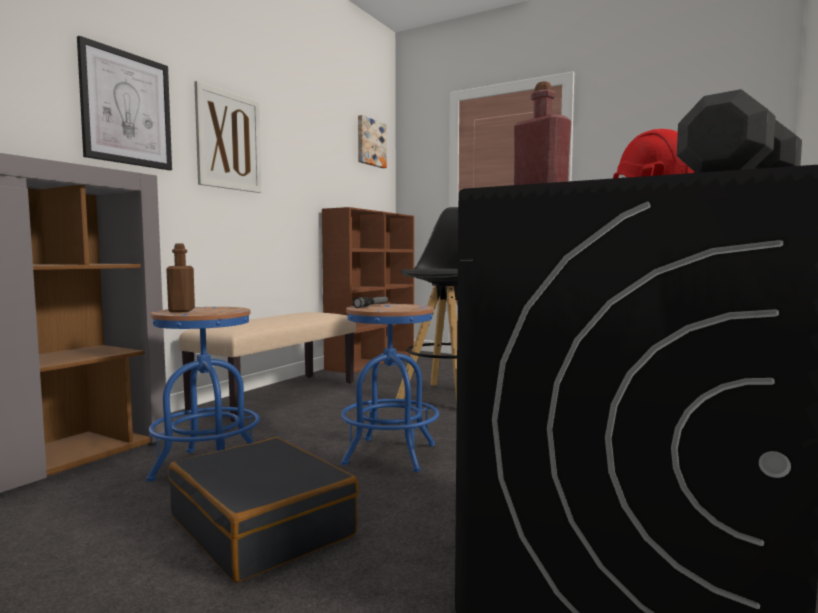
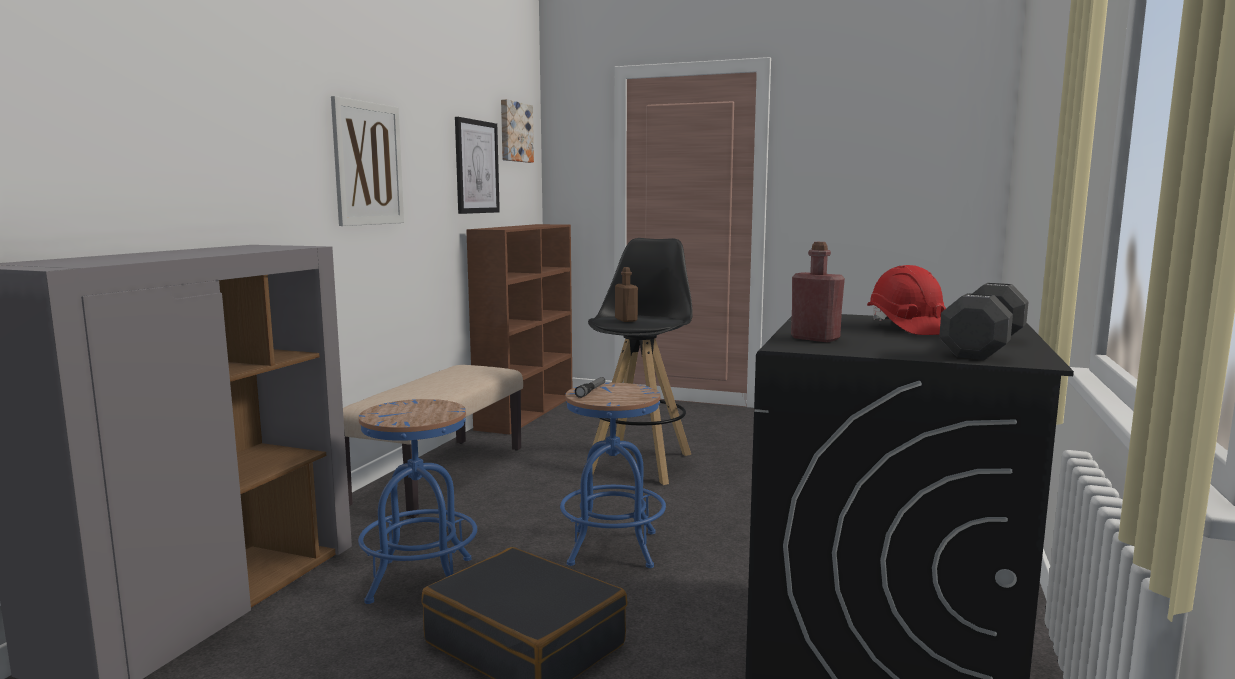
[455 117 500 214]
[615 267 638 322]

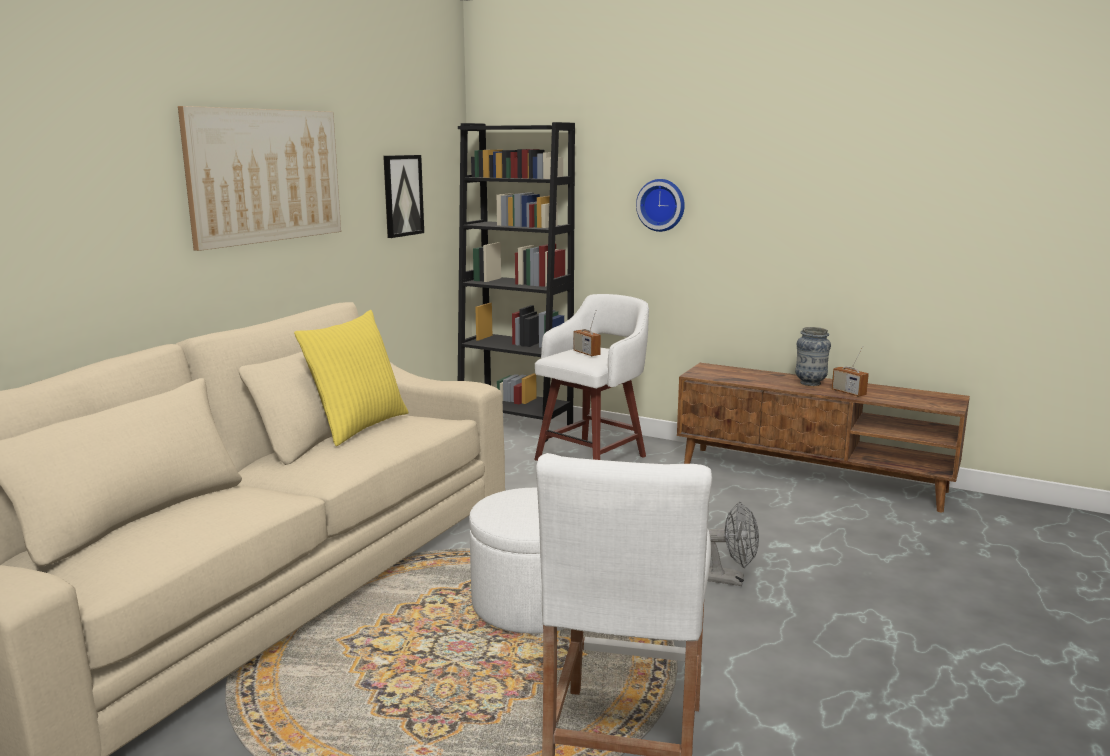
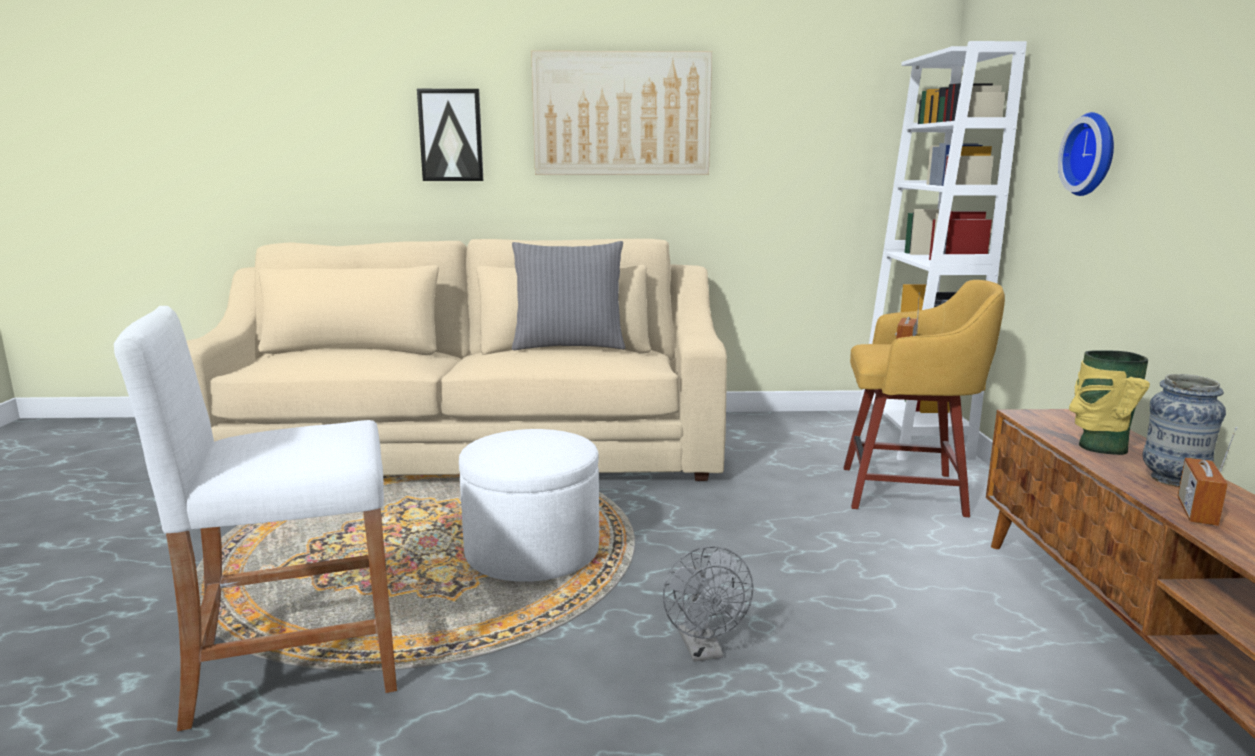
[417 89 483 181]
[512 241 625 350]
[844 280 1005 517]
[858 41 1027 460]
[1069 350 1150 455]

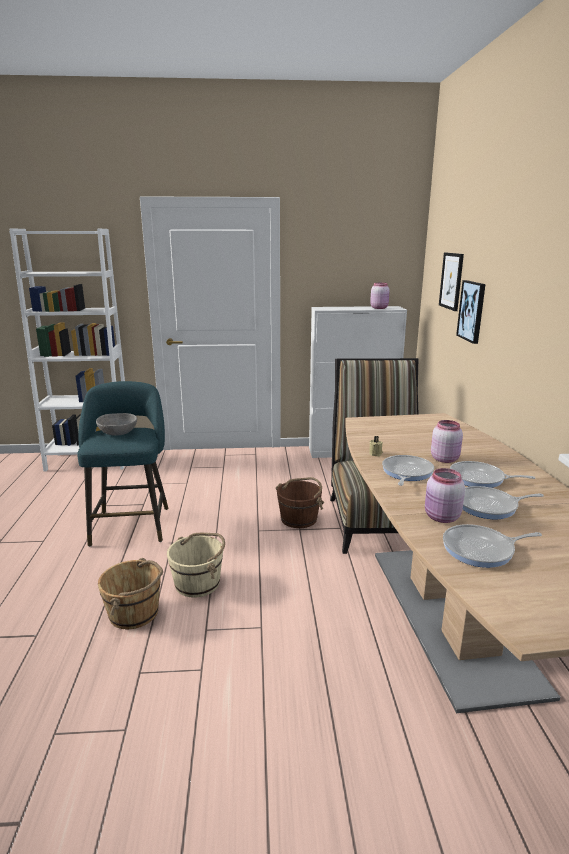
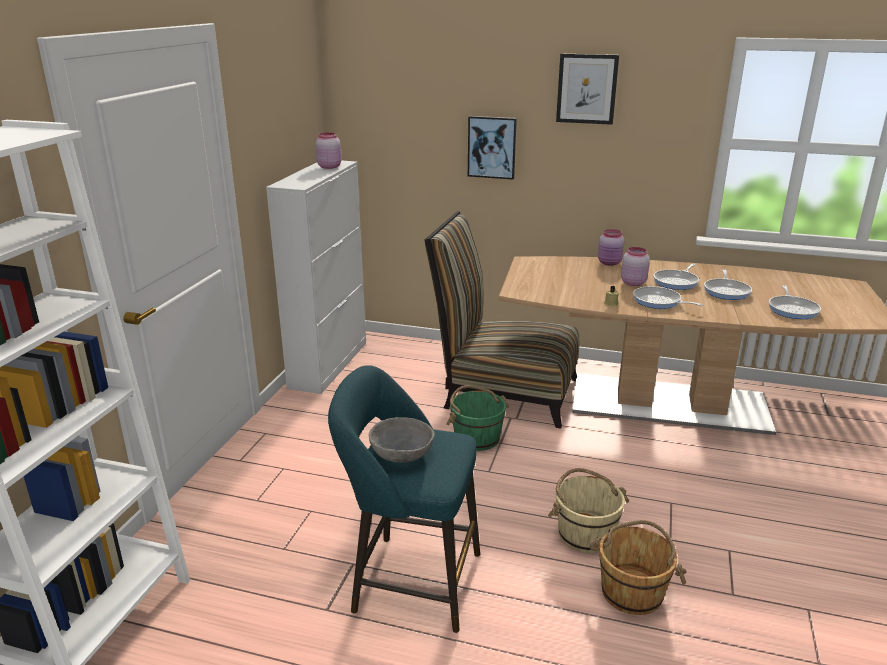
[446 385 509 451]
[556 54 619 125]
[598 229 624 266]

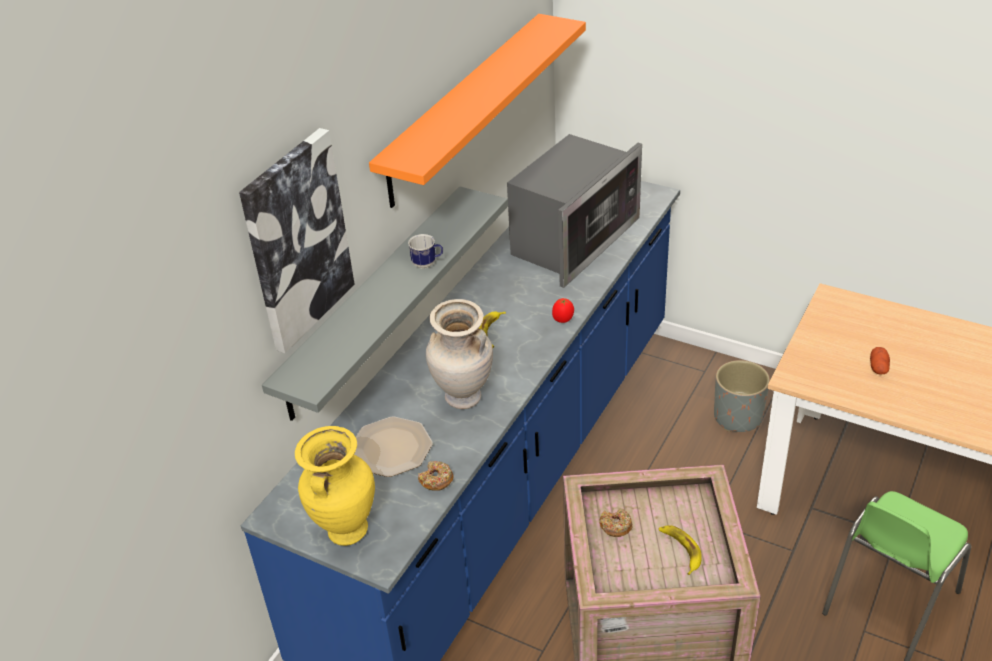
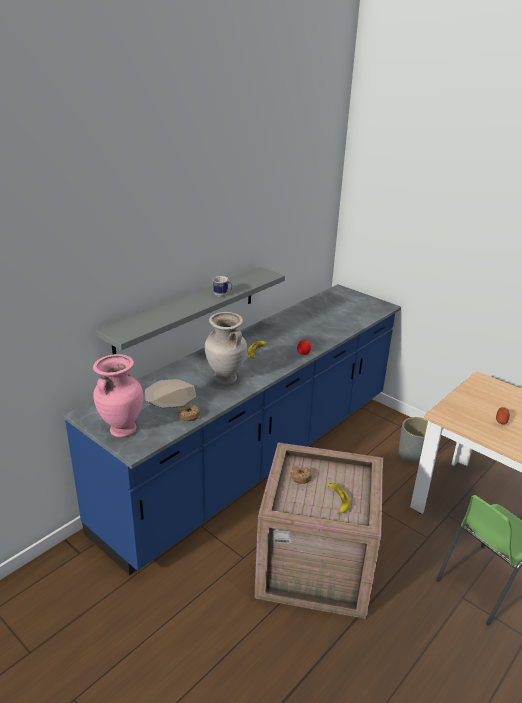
[93 354 143 437]
[239 128 355 353] (first image)
[369 14 586 208] (first image)
[507 134 642 288] (first image)

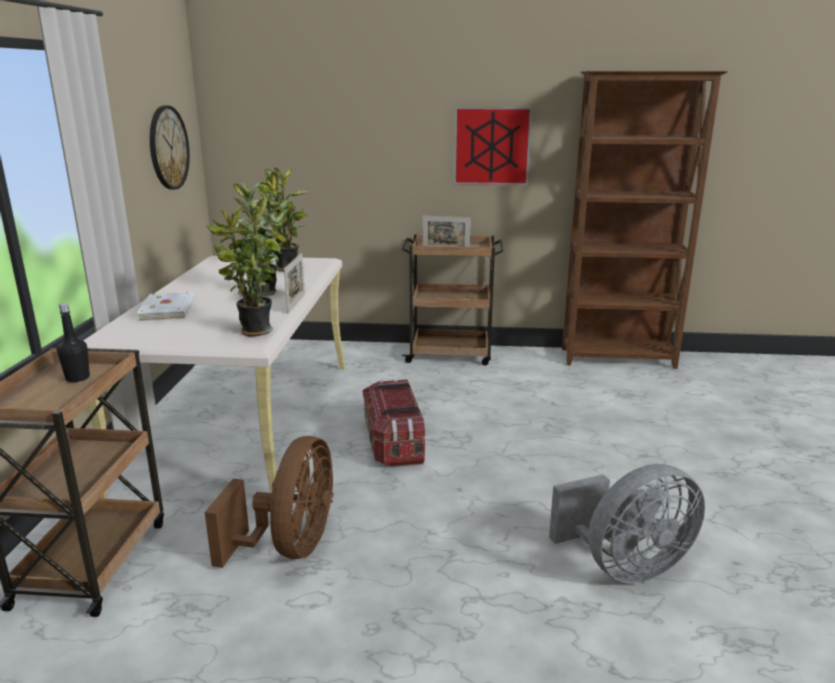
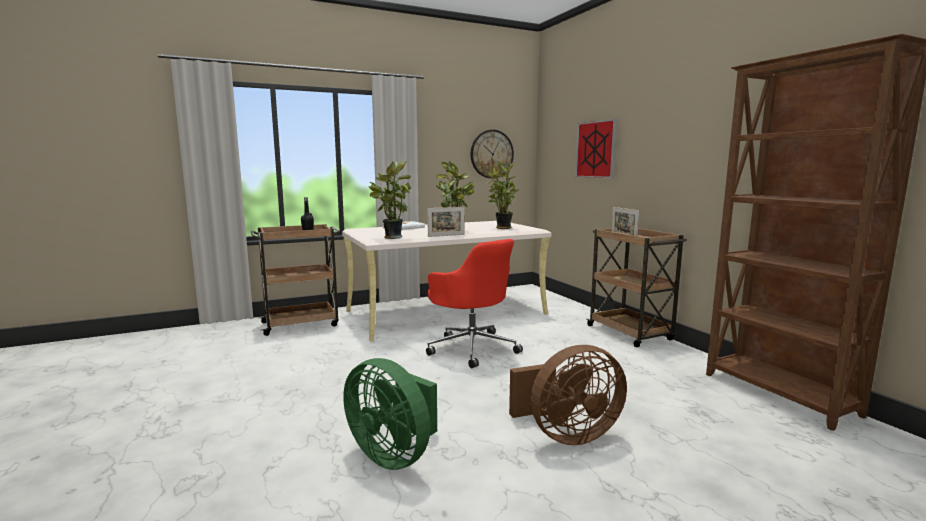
[343 358 437 470]
[426 239 523 368]
[509 345 627 445]
[575 119 617 178]

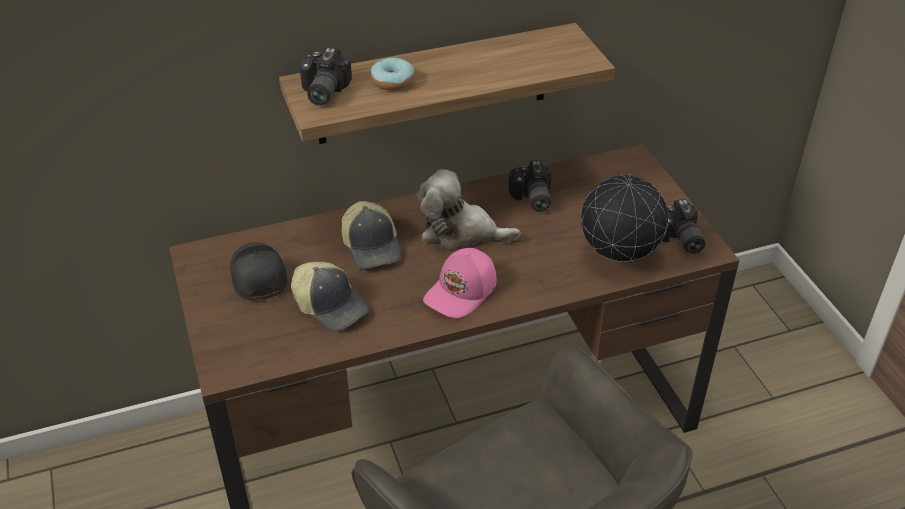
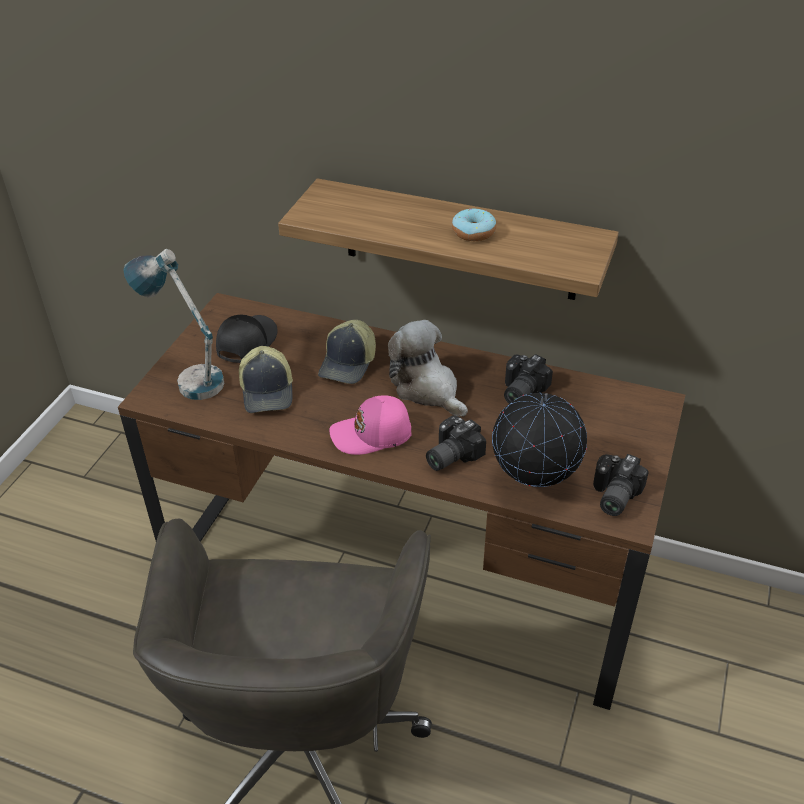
[123 249 224 400]
[426 415 486 471]
[452 208 496 241]

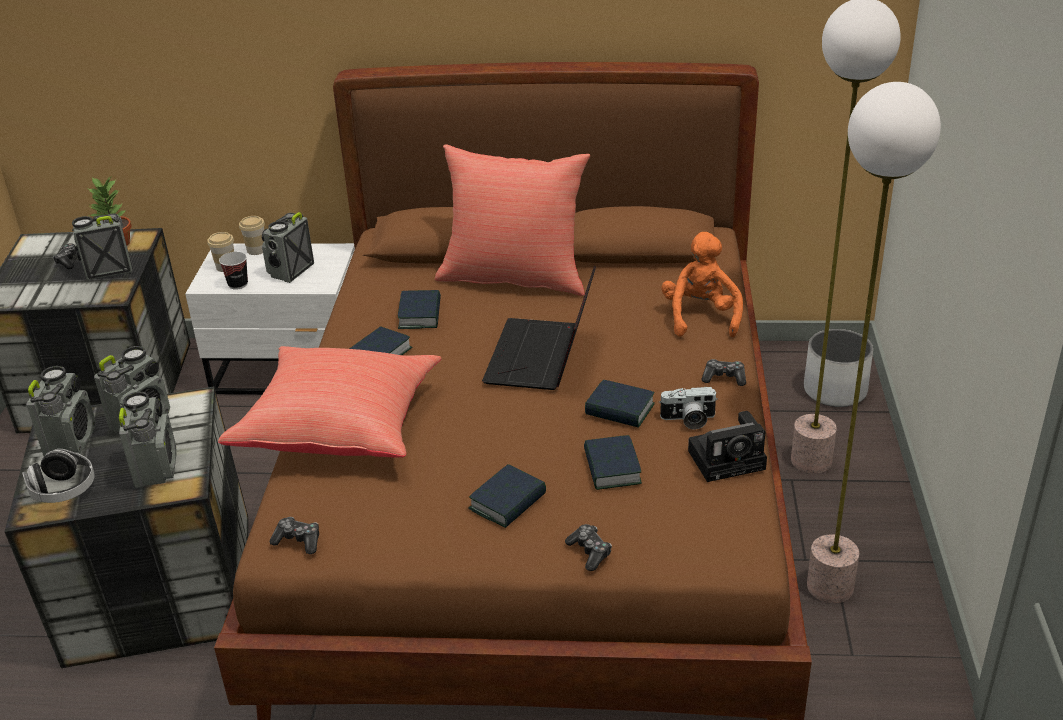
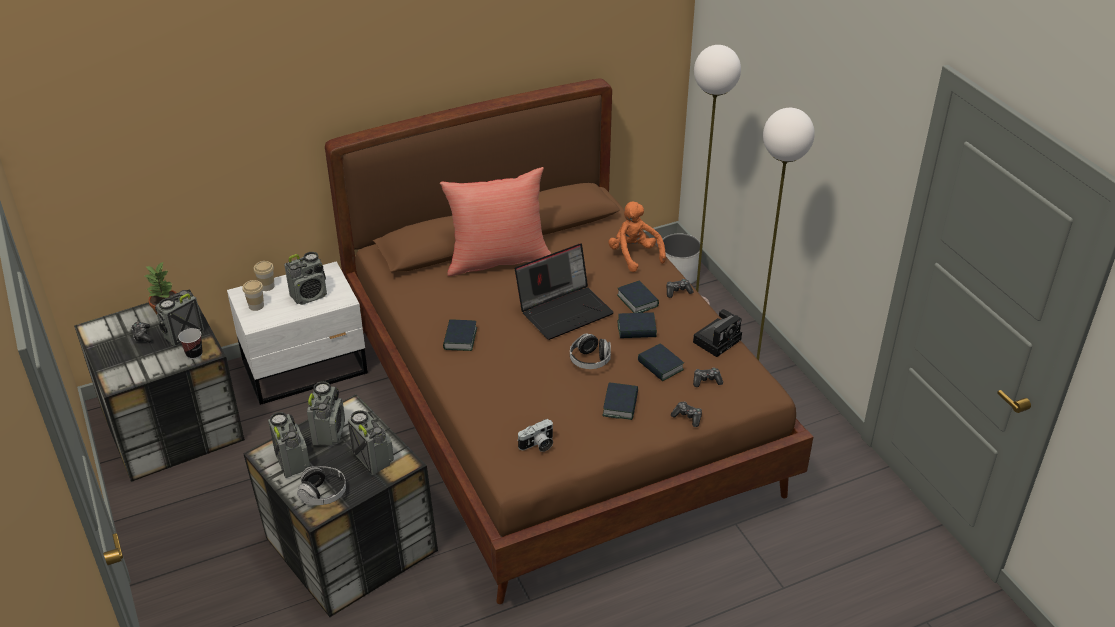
[178 328 203 359]
[284 252 327 305]
[515 243 614 340]
[517 419 553 452]
[570 333 611 369]
[617 280 659 313]
[693 367 723 387]
[218 346 441 458] (first image)

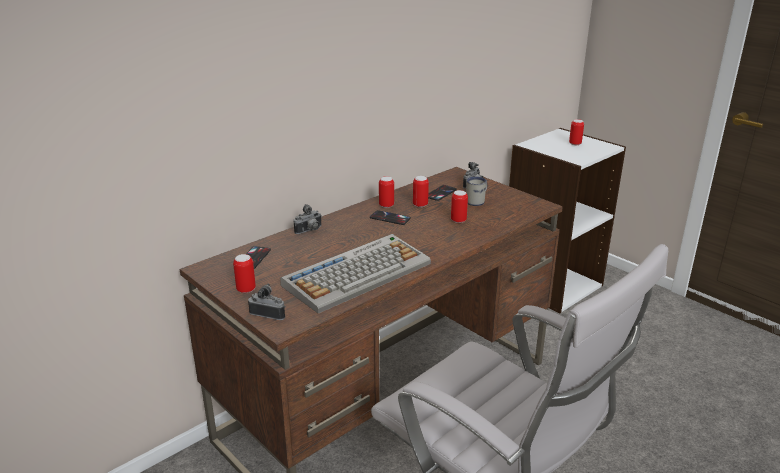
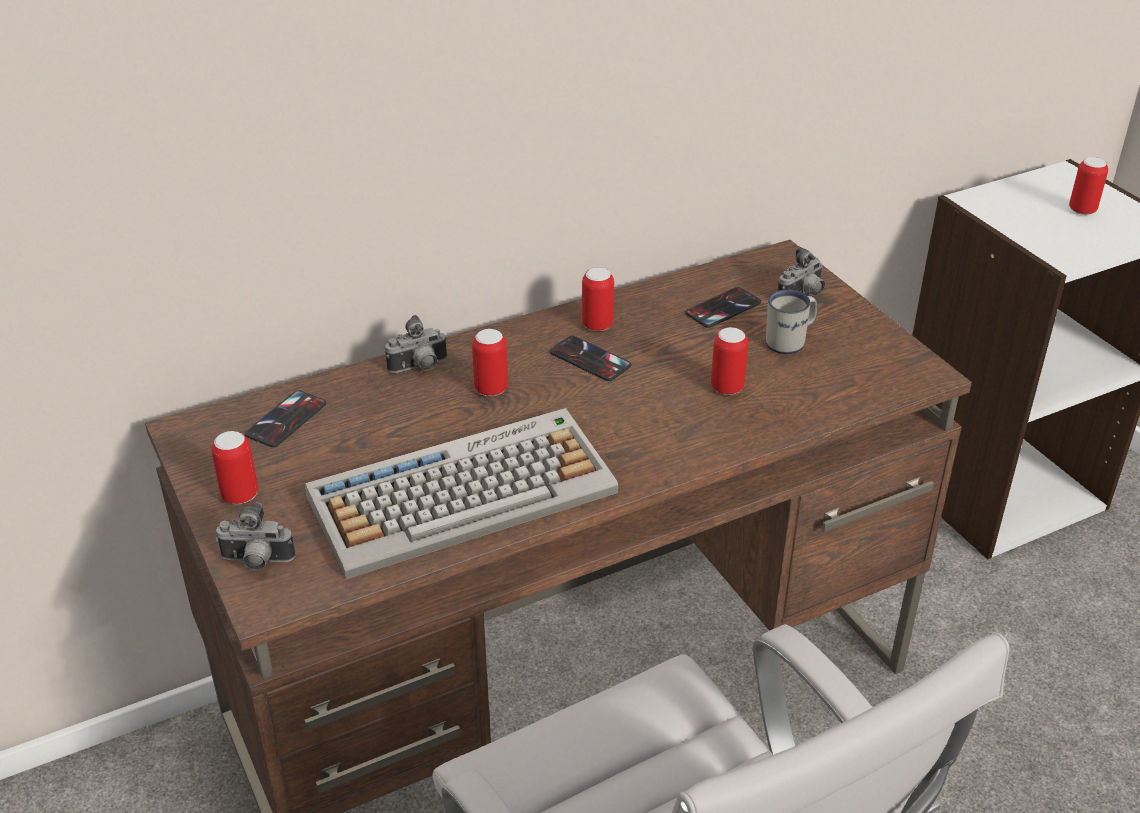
[215 502 295 570]
[472 329 508 396]

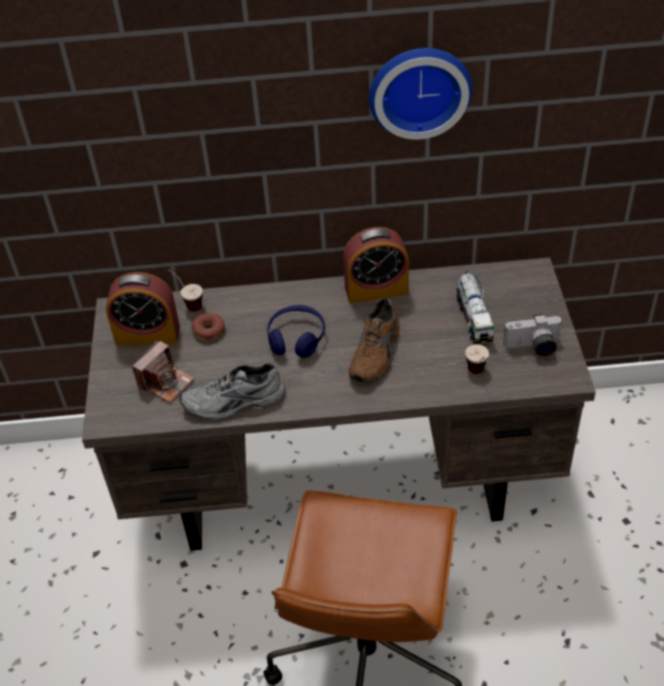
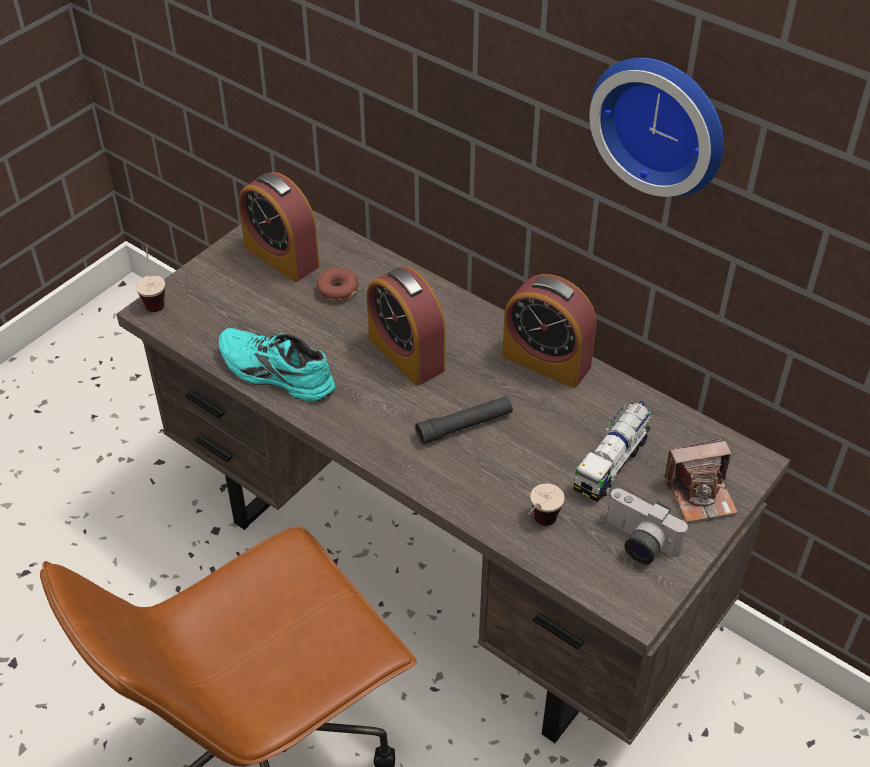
[136 245 165 312]
[219 328 335 402]
[367 266 445 386]
[415 396 513 445]
[664 437 738 522]

